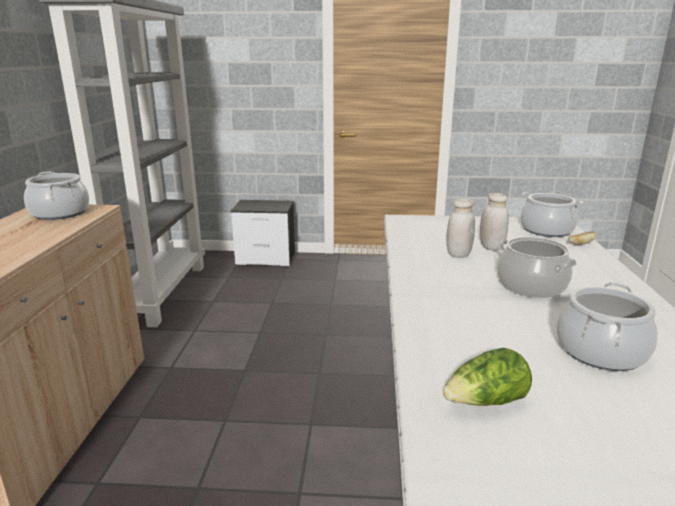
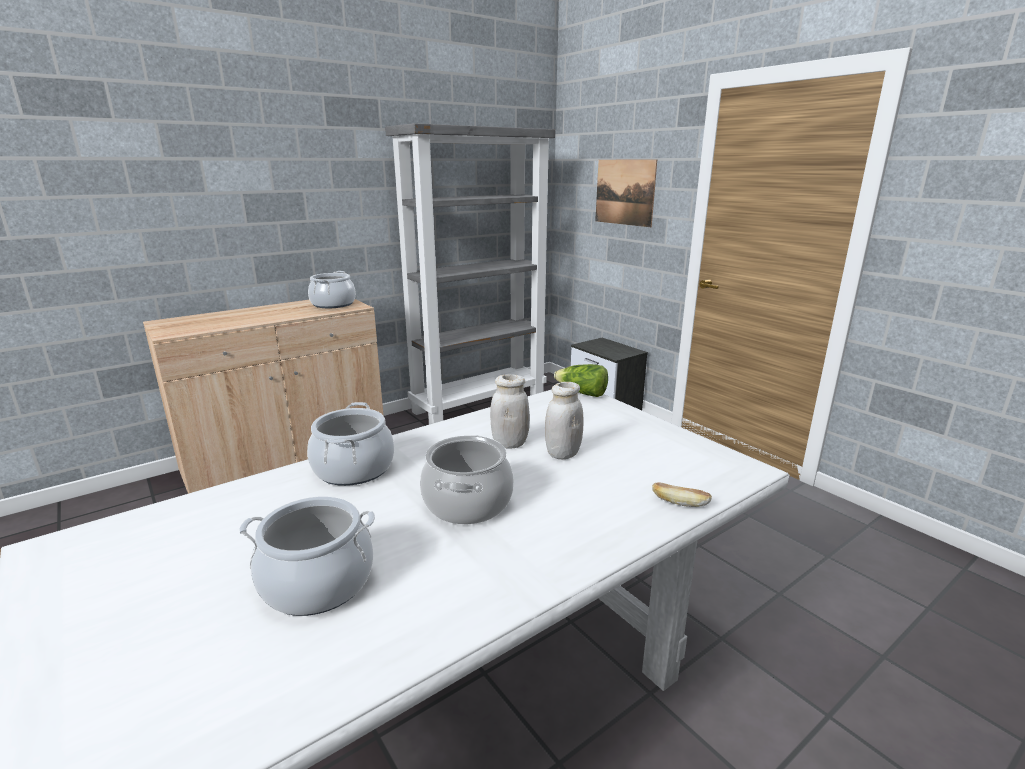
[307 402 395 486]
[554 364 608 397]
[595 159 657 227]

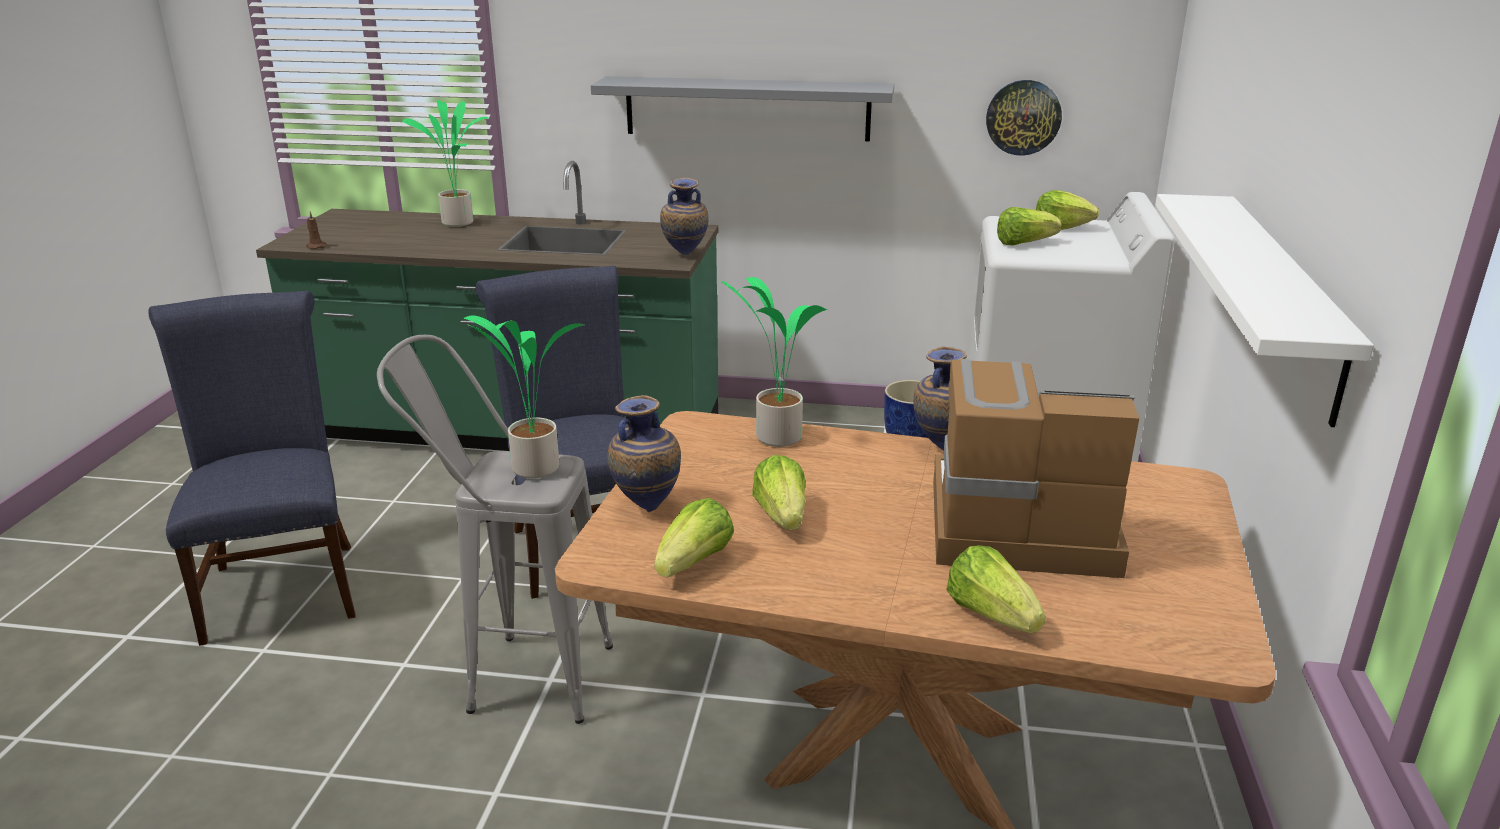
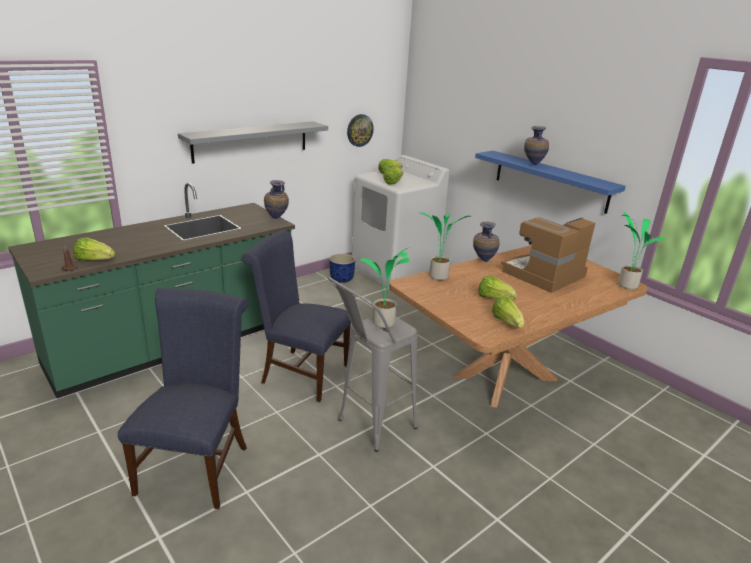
[73 237 115 261]
[118 288 248 509]
[475 151 626 214]
[524 126 549 166]
[618 212 666 289]

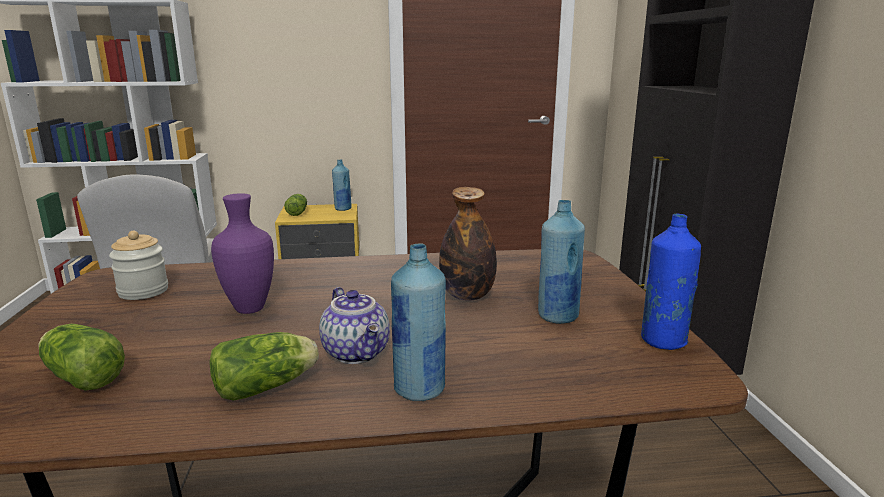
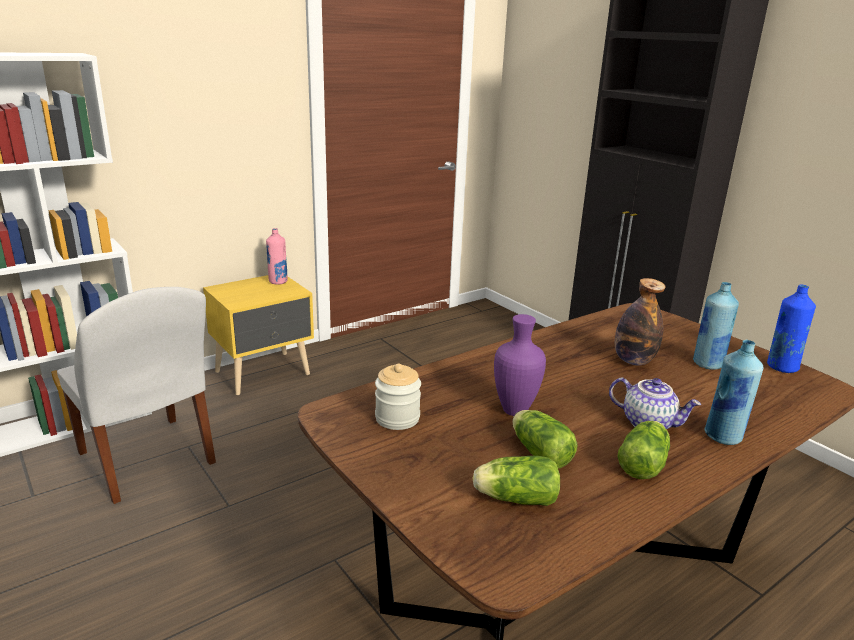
[266 228 288 285]
[512 410 578 469]

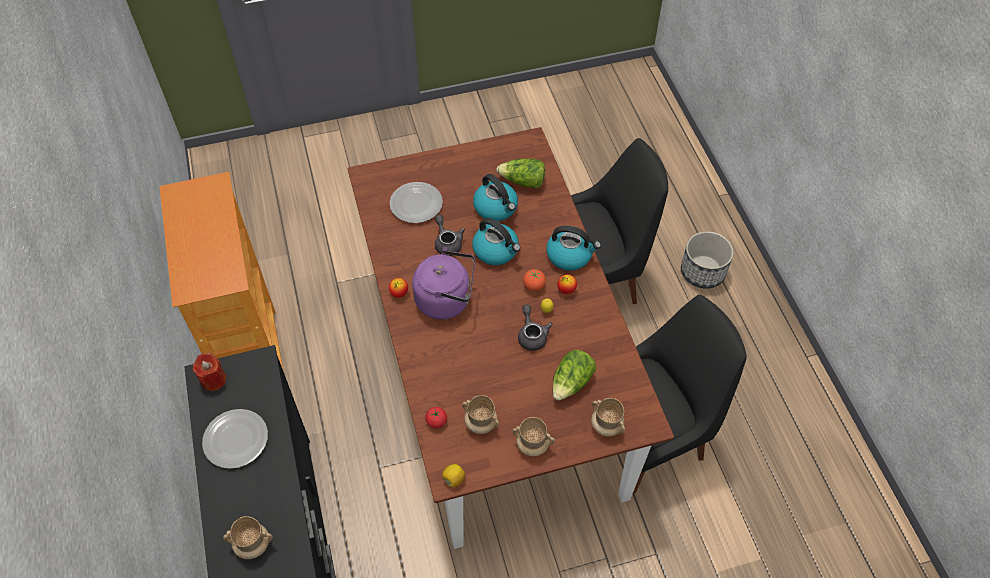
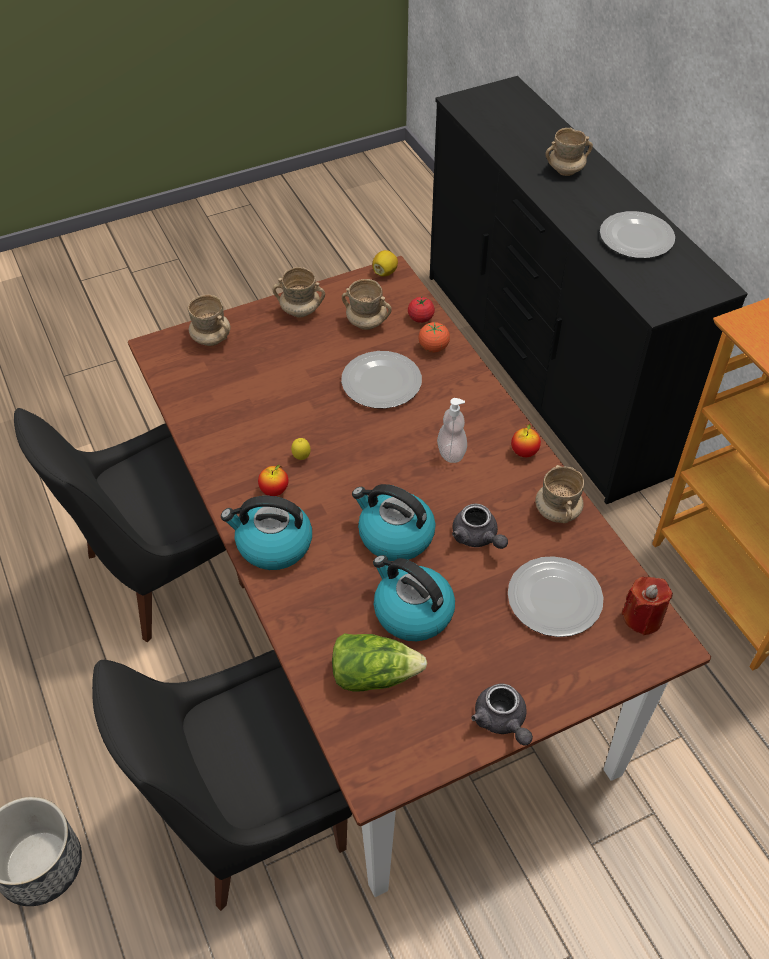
[341 351 422 409]
[418 322 450 352]
[437 398 467 463]
[471 683 533 746]
[535 465 584 523]
[621 577 673 635]
[553 350 596 401] (first image)

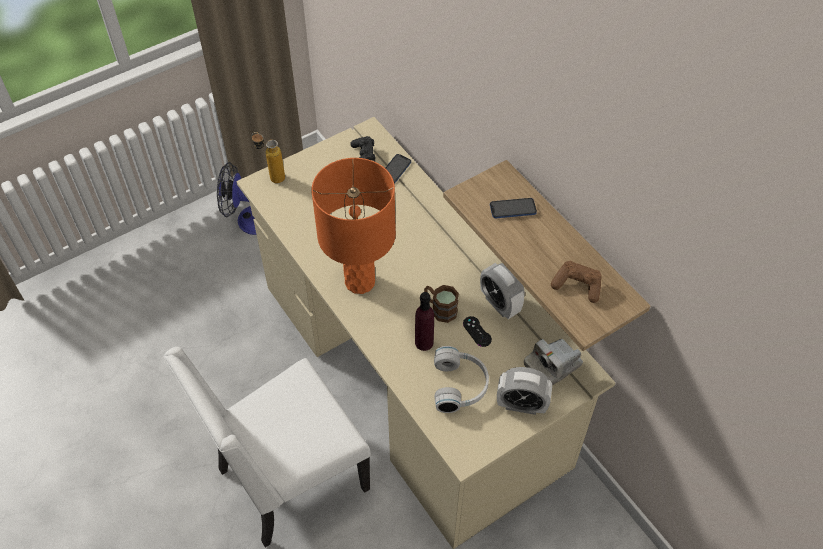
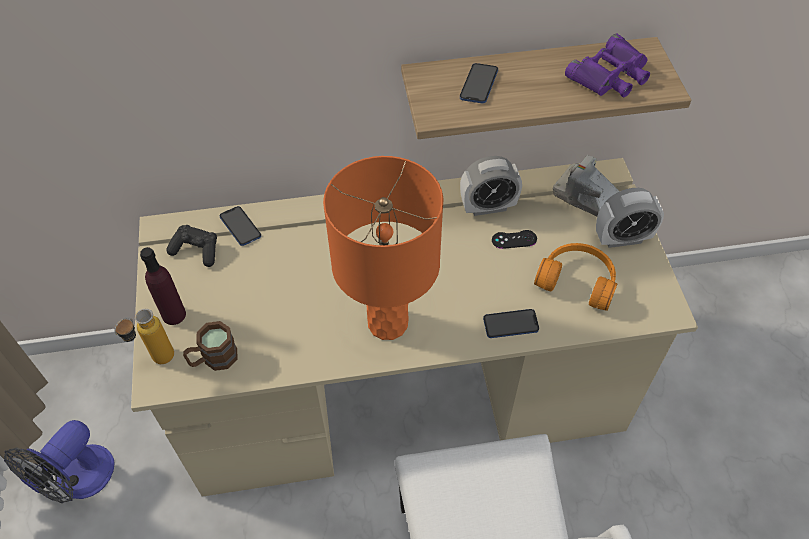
[140 247 186 325]
[183 321 238 371]
[483 309 539 338]
[534 243 617 311]
[553 155 619 216]
[565 34 650 98]
[596 188 664 248]

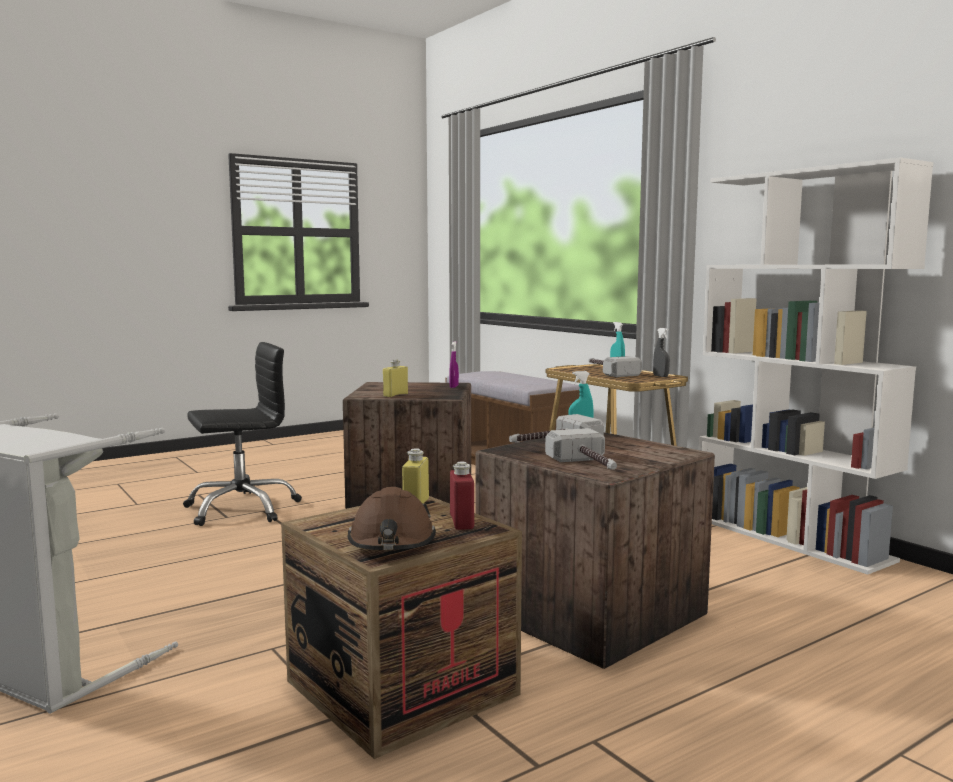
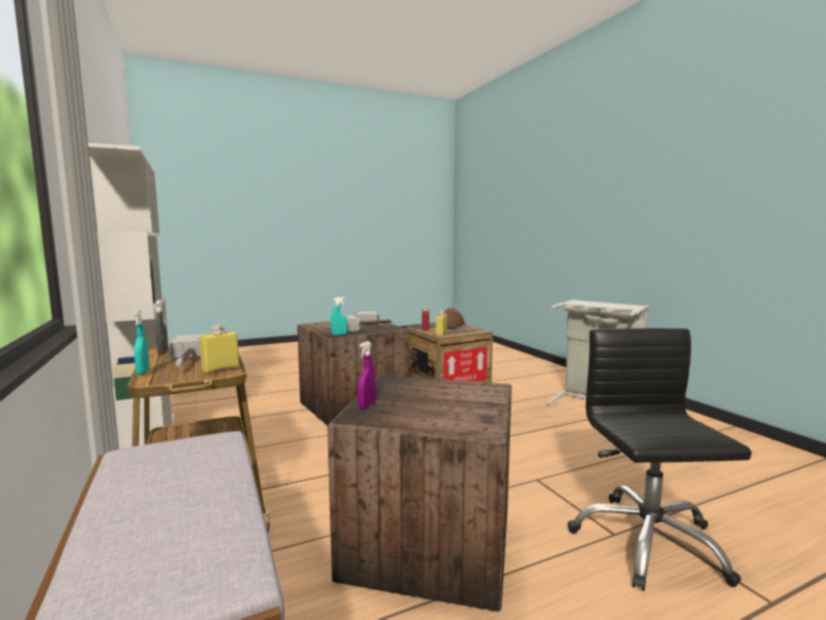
[200 324 239 373]
[568 328 752 591]

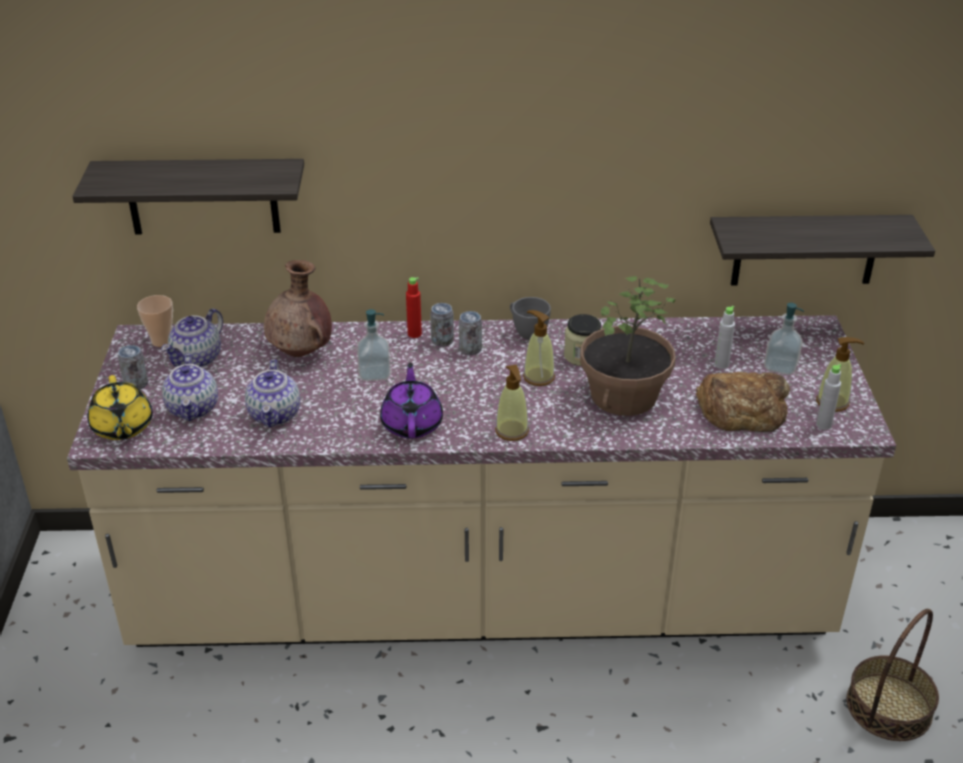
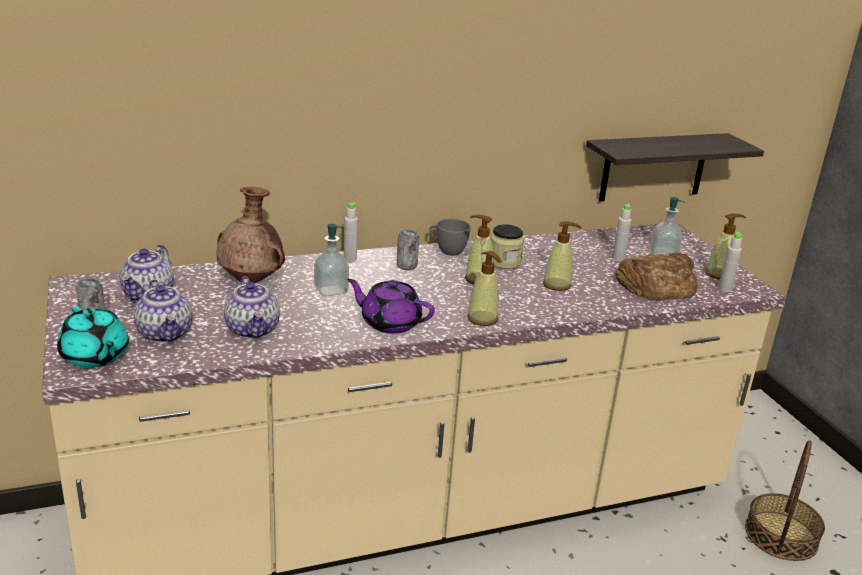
[57 306 129 368]
[344 202 358 262]
[347 279 435 334]
[543 221 581 291]
[72 159 304 235] (first image)
[137 295 173 347] (first image)
[430 303 454 347] (first image)

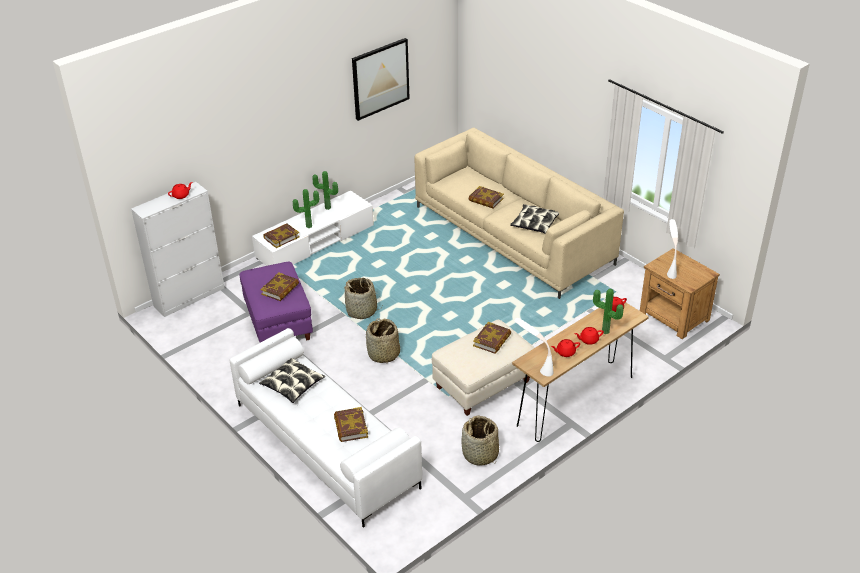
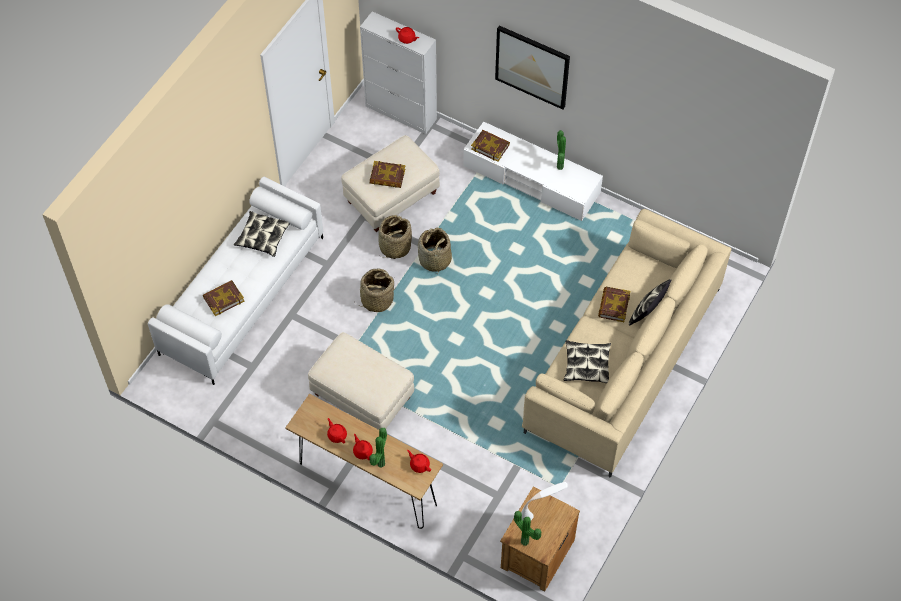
[341 135 440 232]
[378 215 412 259]
[495 26 570 109]
[514 511 541 546]
[629 279 671 325]
[473 322 511 354] (first image)
[515 318 554 376] (first image)

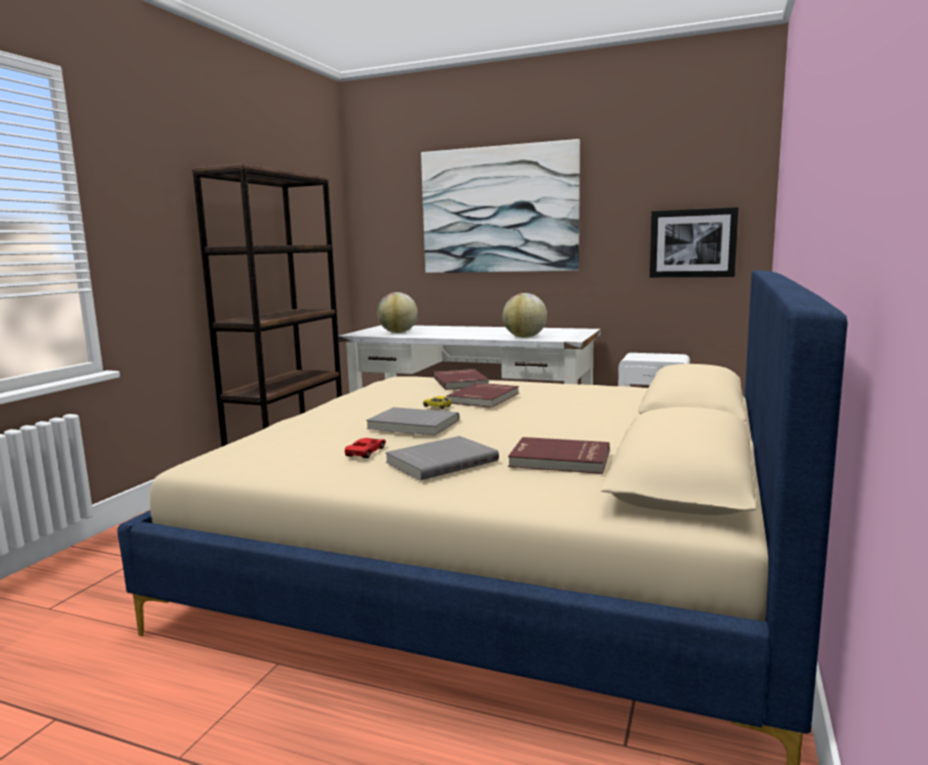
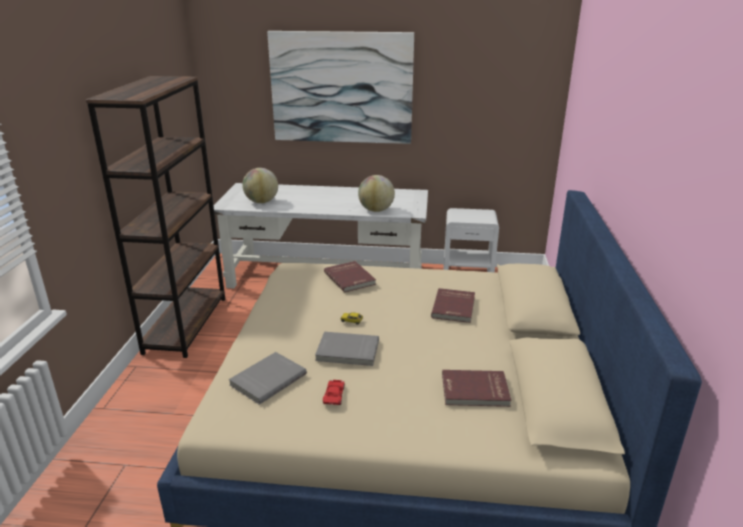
[229 352 307 405]
[431 288 475 323]
[650 207 739 278] (first image)

